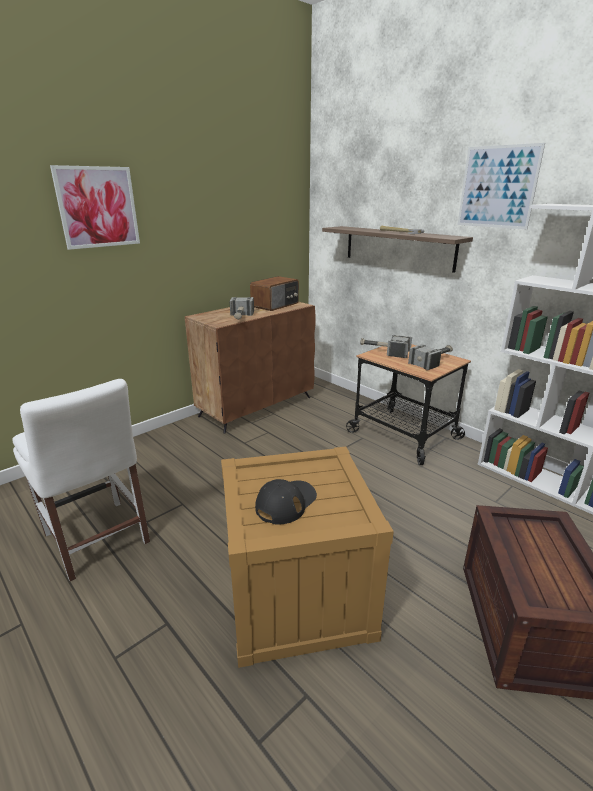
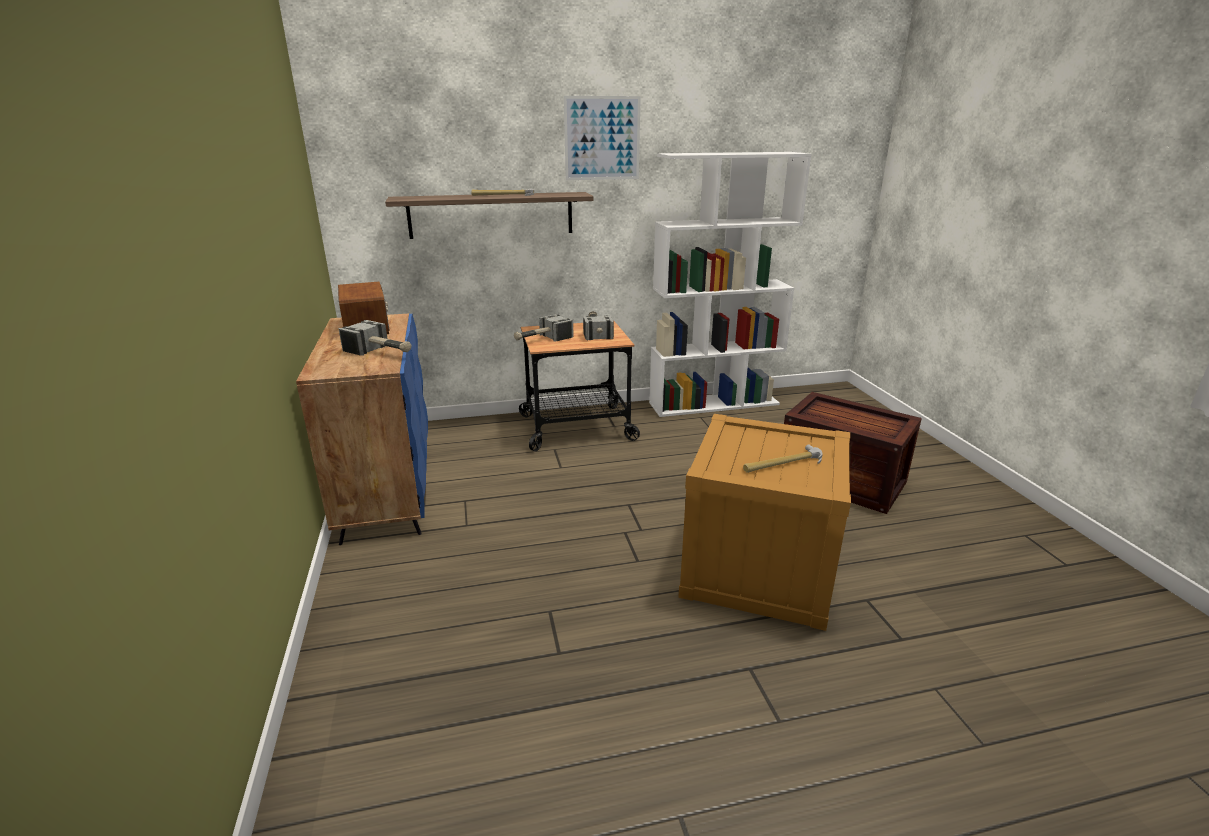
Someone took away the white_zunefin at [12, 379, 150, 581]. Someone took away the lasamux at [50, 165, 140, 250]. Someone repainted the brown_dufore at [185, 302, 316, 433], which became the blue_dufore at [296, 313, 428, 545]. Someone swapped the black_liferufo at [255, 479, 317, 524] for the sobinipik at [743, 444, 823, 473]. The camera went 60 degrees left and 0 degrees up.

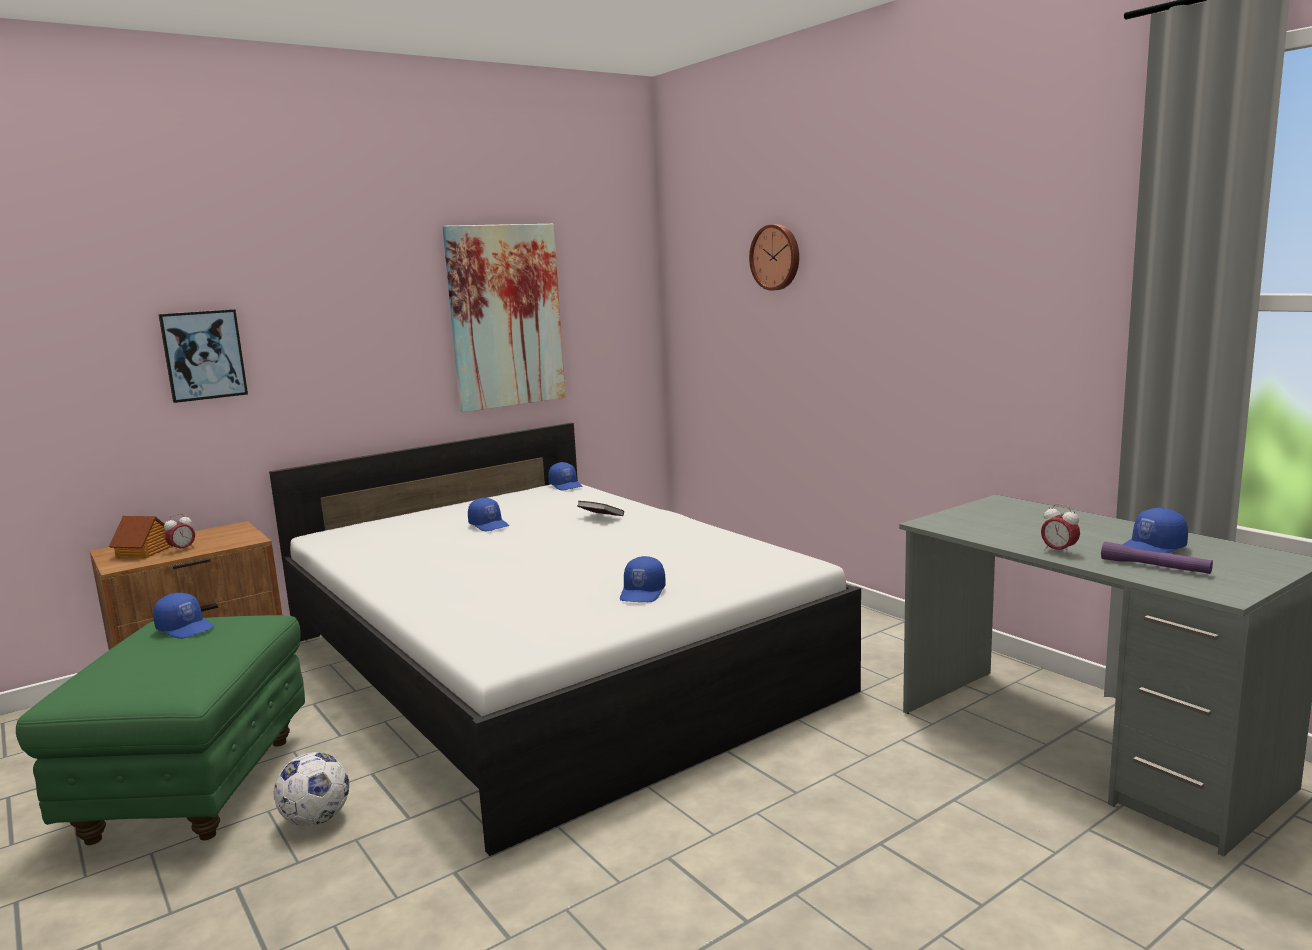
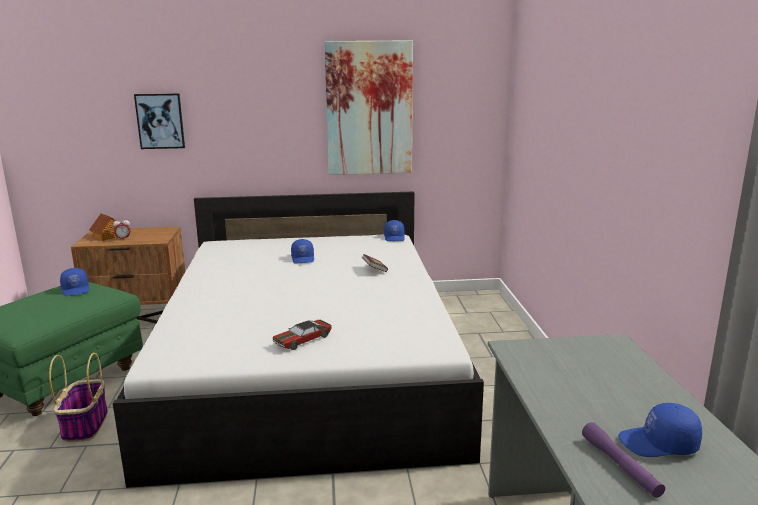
Someone swapped the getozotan at [274, 752, 349, 827] for the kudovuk at [49, 353, 108, 442]. Someone swapped the blue_liferufo at [620, 556, 666, 602] for the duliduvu at [273, 320, 332, 350]. Someone took away the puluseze at [749, 224, 799, 291]. Someone took away the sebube at [1041, 504, 1080, 556]. The camera went 30 degrees right and 5 degrees up.

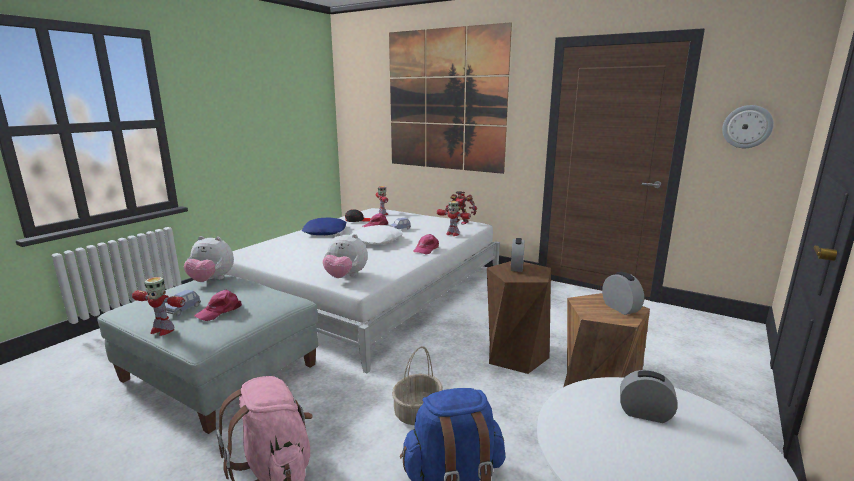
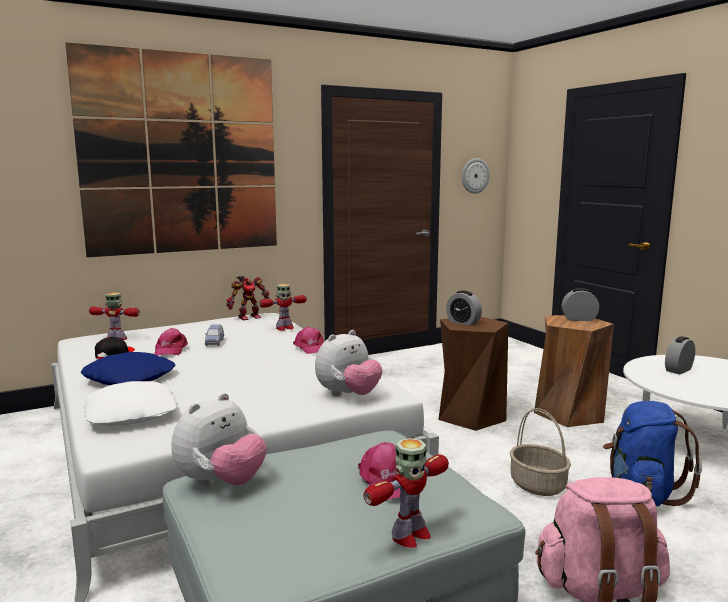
Someone took away the blue_duliduvu at [166, 290, 201, 316]. Someone carried the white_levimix from [350, 225, 403, 245] to [84, 381, 176, 426]. The camera went 60 degrees left and 5 degrees down.

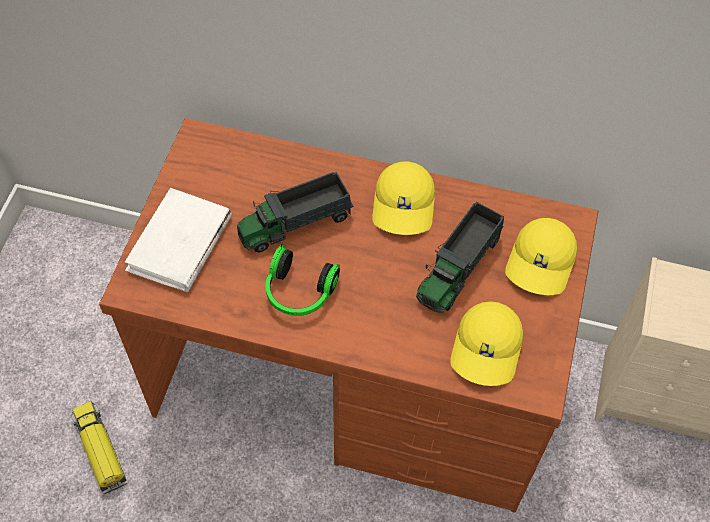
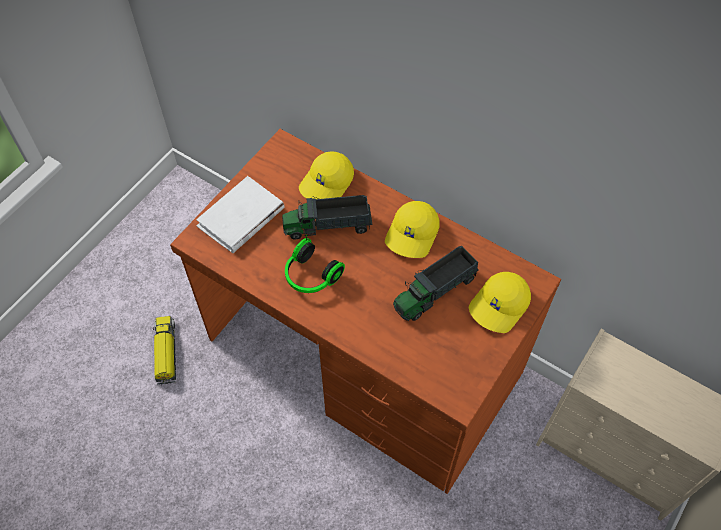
Someone carried the yellow_liferufo from [450, 301, 523, 386] to [299, 151, 354, 199]. The camera went 20 degrees right and 0 degrees up.

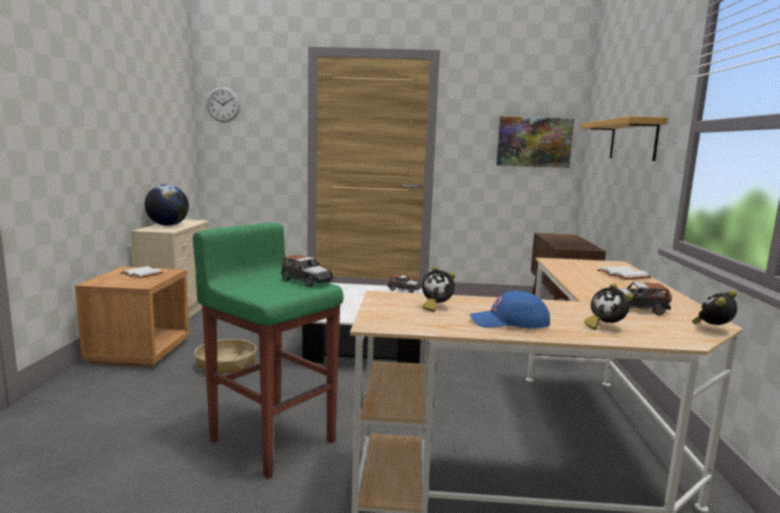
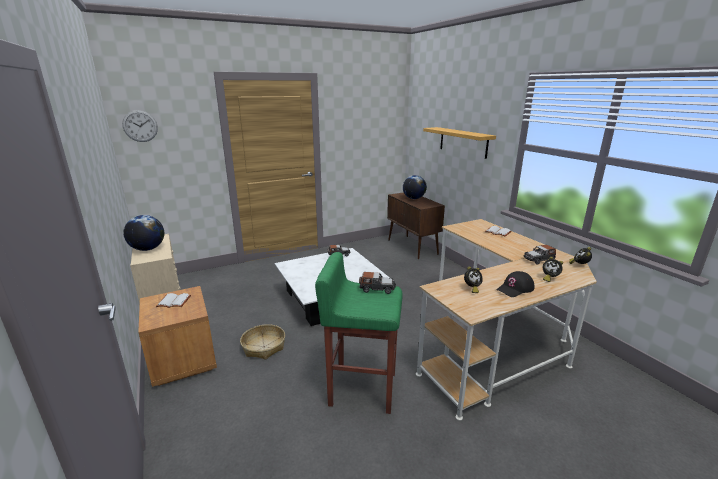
Someone repainted the blue_liferufo at [469, 291, 550, 329], which became the black_liferufo at [497, 271, 534, 297]. Someone took away the lasamux at [496, 116, 574, 168]. Someone put down the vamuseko at [403, 175, 427, 199]. The camera went 30 degrees left and 10 degrees up.

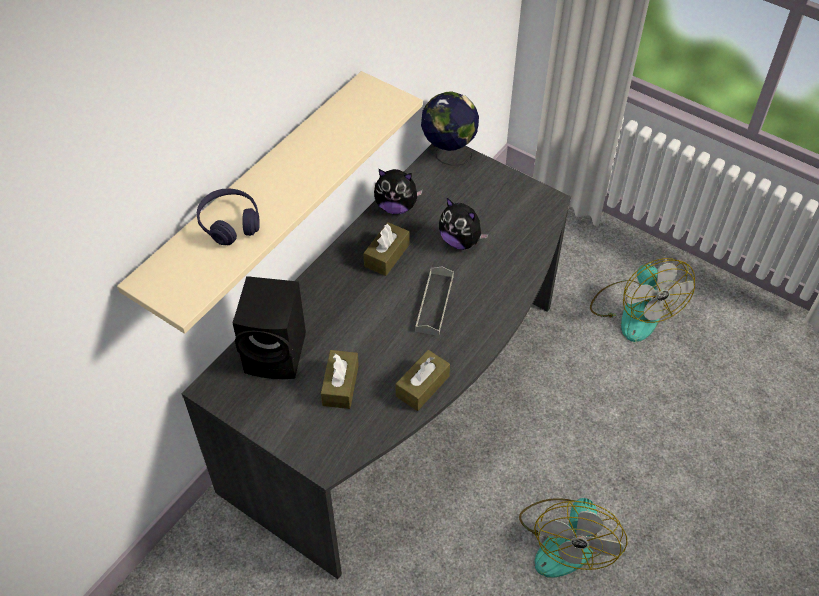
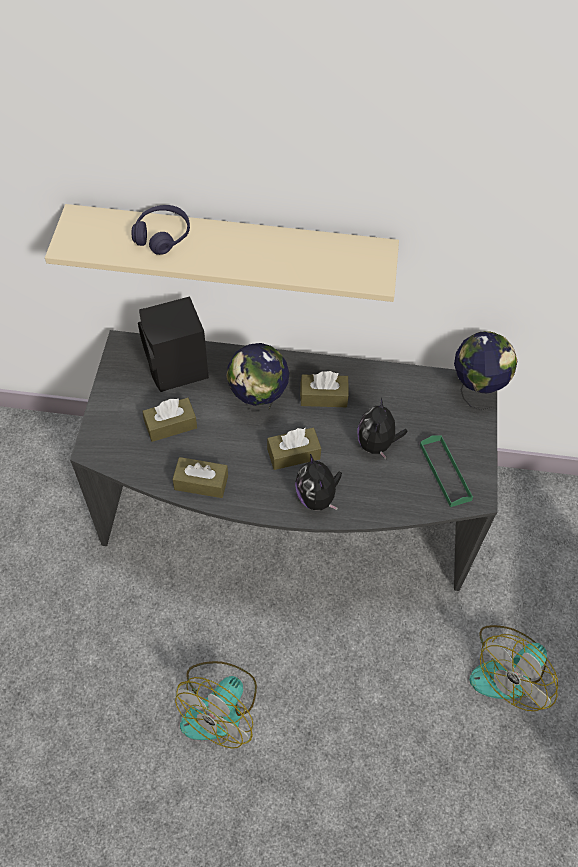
Someone carried the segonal from [374, 169, 423, 214] to [295, 454, 342, 510]. Someone swapped the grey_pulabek at [415, 266, 454, 336] for the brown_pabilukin at [267, 428, 321, 470]. Someone rotated the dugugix at [519, 498, 627, 578] by 45 degrees counterclockwise. Someone put down the vamuseko at [227, 343, 289, 412]. Someone put down the green_pulabek at [420, 435, 473, 507]. The camera went 60 degrees right and 5 degrees up.

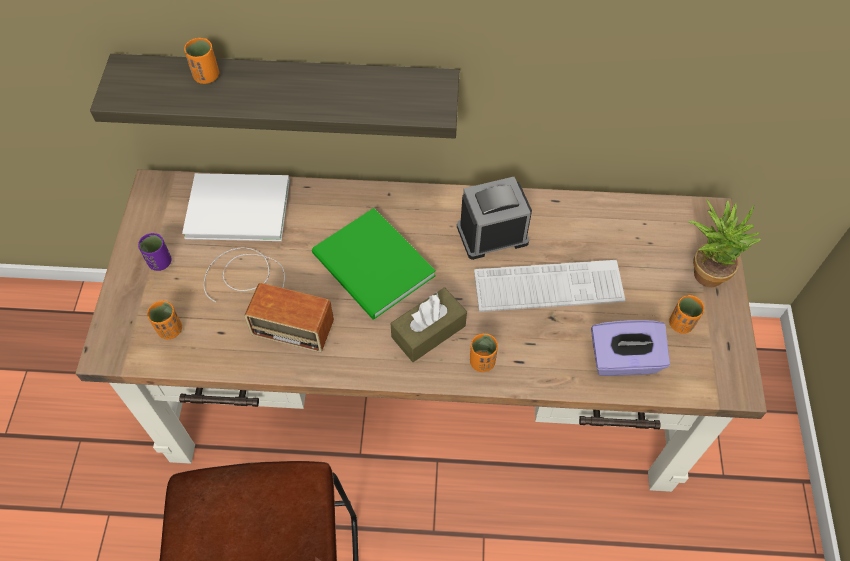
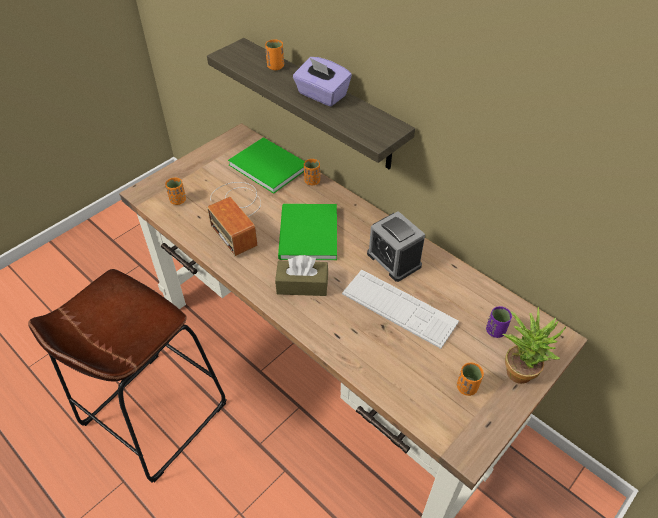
Someone carried the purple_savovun from [138, 233, 171, 271] to [486, 306, 512, 338]. Someone repainted the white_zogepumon at [182, 173, 290, 241], which became the green_zogepumon at [228, 137, 305, 194]. Someone rotated the sebube at [457, 177, 532, 260] by 150 degrees counterclockwise. Someone carried the orange_savovun from [470, 333, 498, 372] to [304, 159, 320, 185]. Someone carried the purple_pabilukin from [591, 320, 670, 376] to [293, 57, 352, 106]. The camera went 40 degrees right and 10 degrees down.

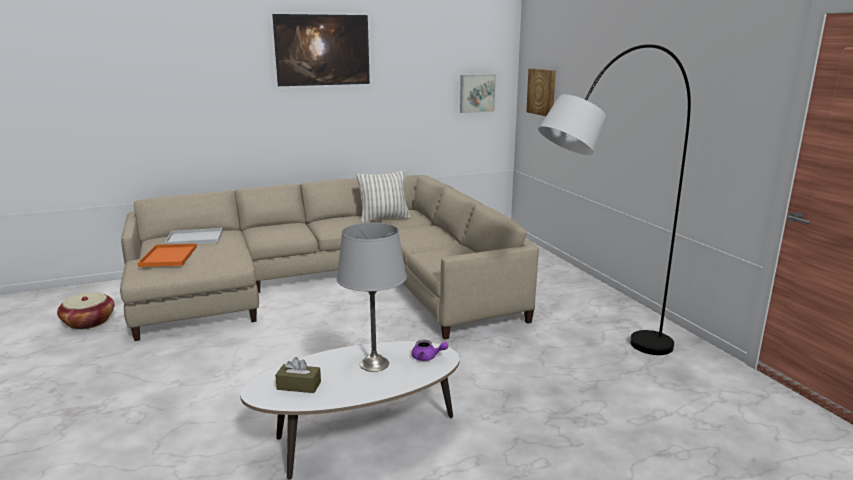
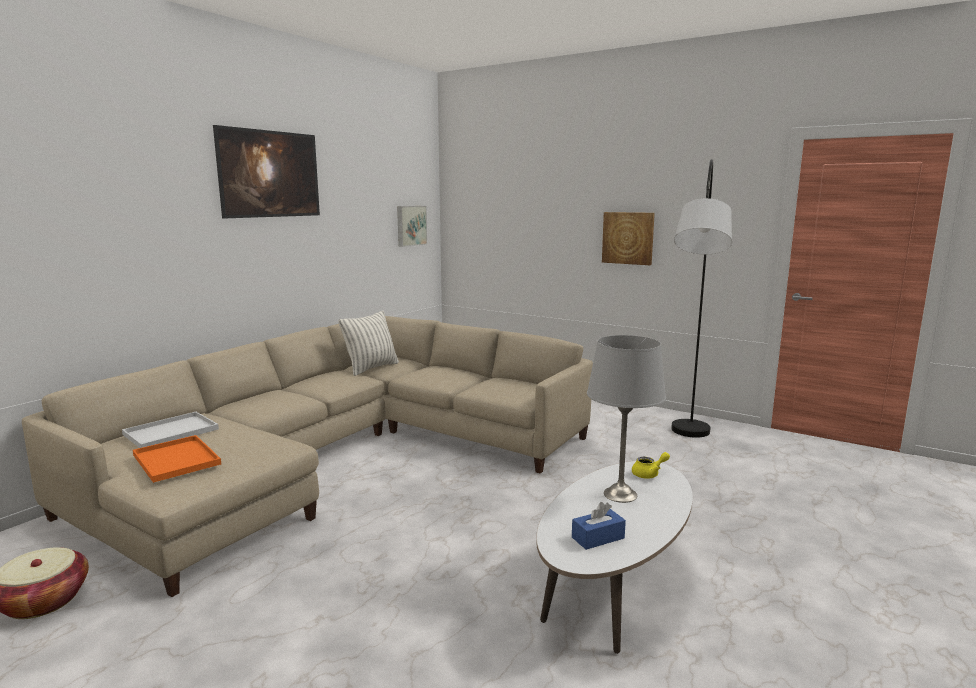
Someone repainted the brown_pabilukin at [275, 357, 321, 393], which became the blue_pabilukin at [572, 502, 626, 550]. Someone repainted the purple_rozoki at [412, 340, 448, 361], which became the yellow_rozoki at [632, 452, 670, 479]. Someone carried the lasamux from [526, 68, 556, 116] to [602, 212, 655, 265]. The camera went 35 degrees left and 5 degrees down.

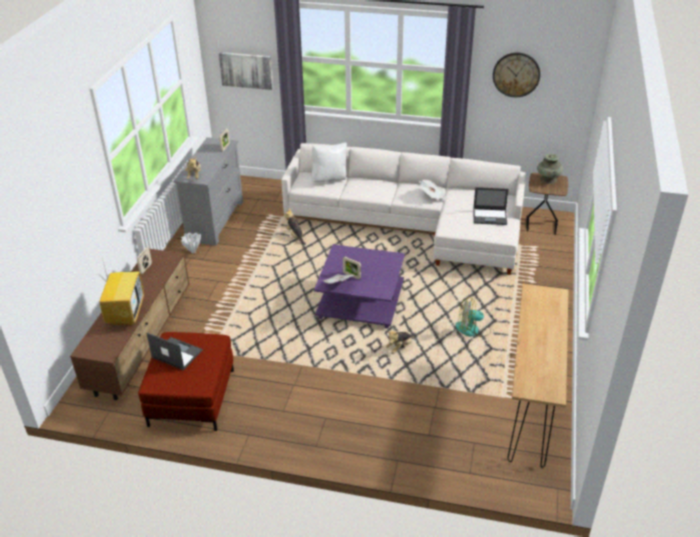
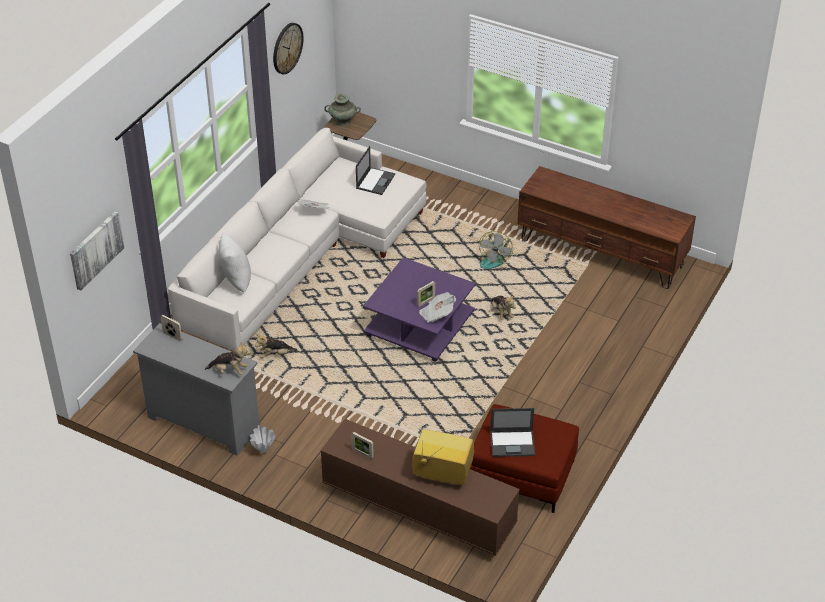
Someone rotated the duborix at [146, 333, 203, 370] by 135 degrees counterclockwise. Someone swapped the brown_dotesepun at [507, 284, 569, 468] for the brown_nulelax at [517, 166, 696, 289]. The camera went 75 degrees left and 5 degrees up.

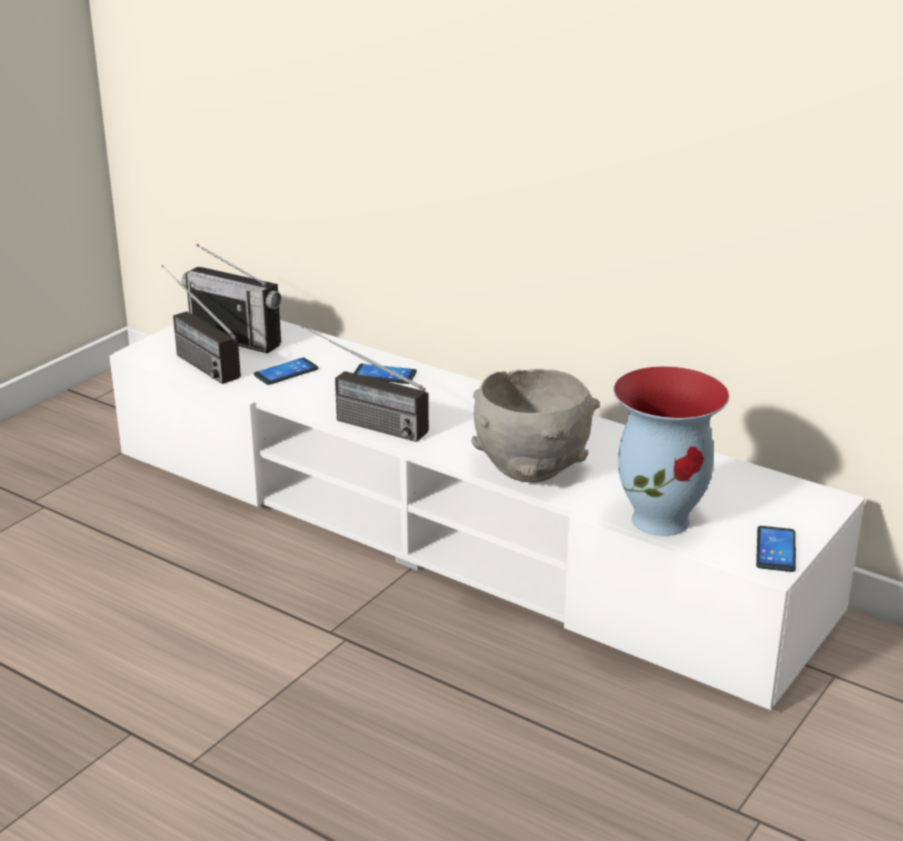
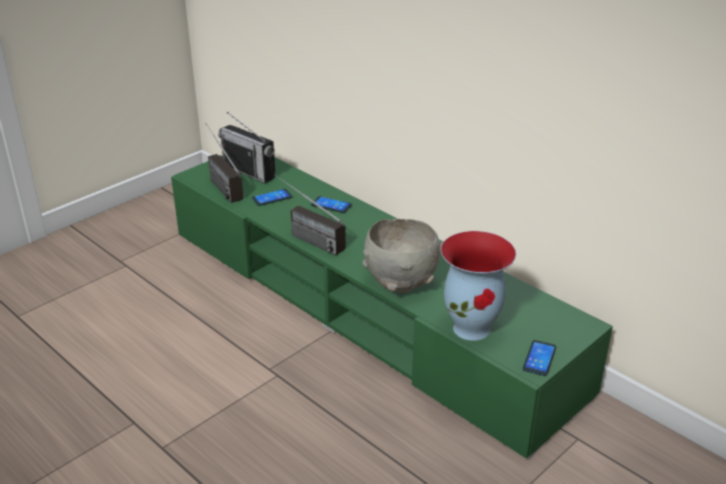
Someone repainted the white_nulelax at [109, 320, 865, 711], which became the green_nulelax at [171, 155, 613, 459]. The camera went 10 degrees right and 5 degrees up.

